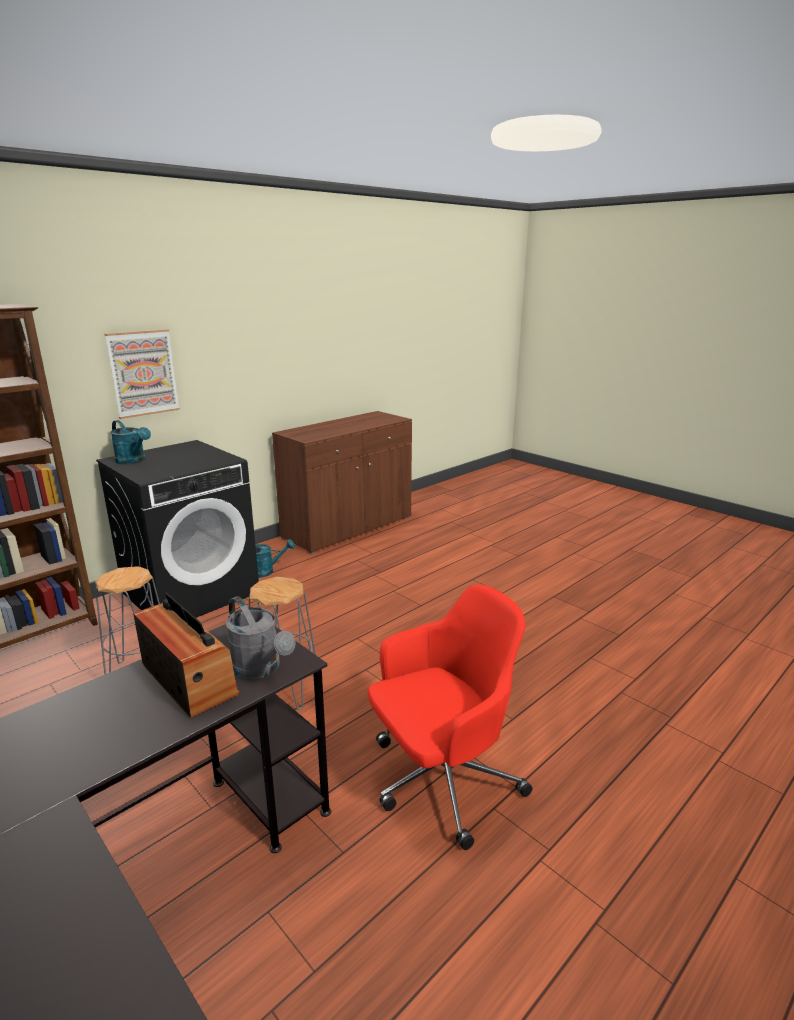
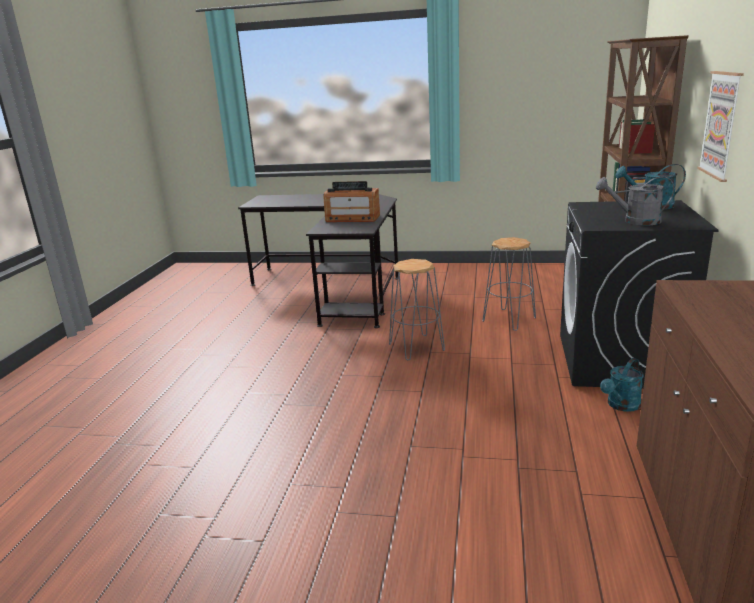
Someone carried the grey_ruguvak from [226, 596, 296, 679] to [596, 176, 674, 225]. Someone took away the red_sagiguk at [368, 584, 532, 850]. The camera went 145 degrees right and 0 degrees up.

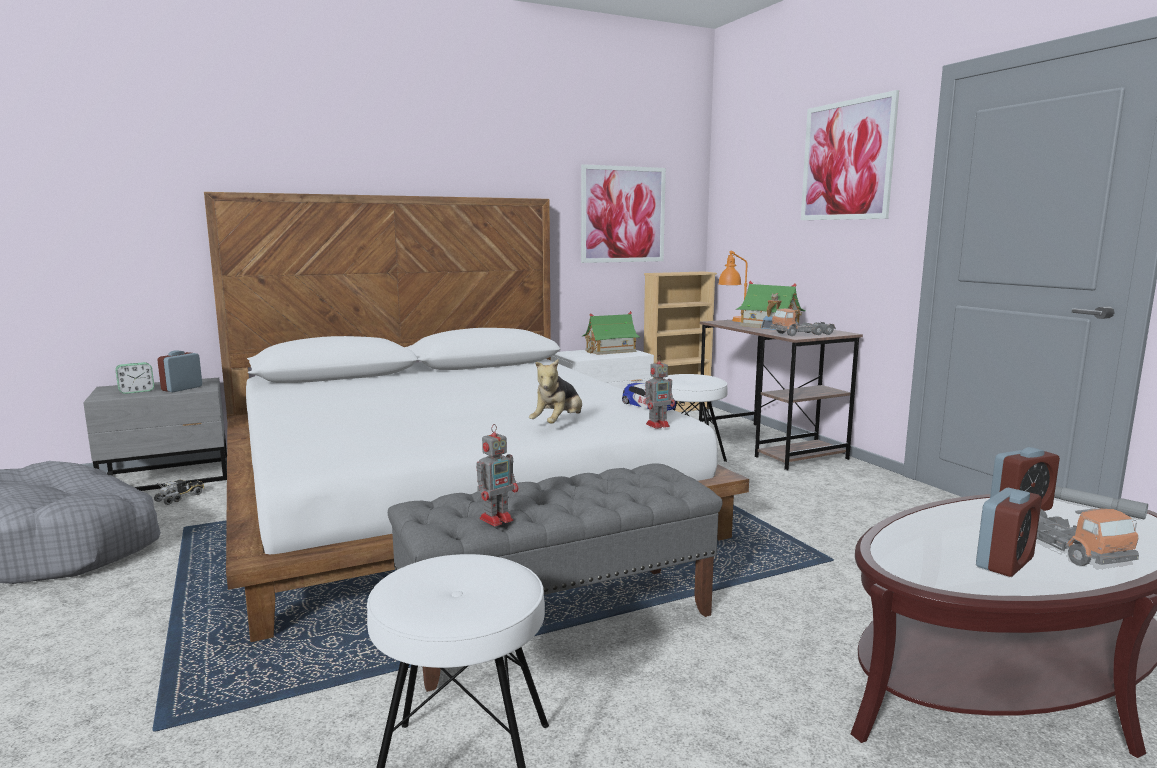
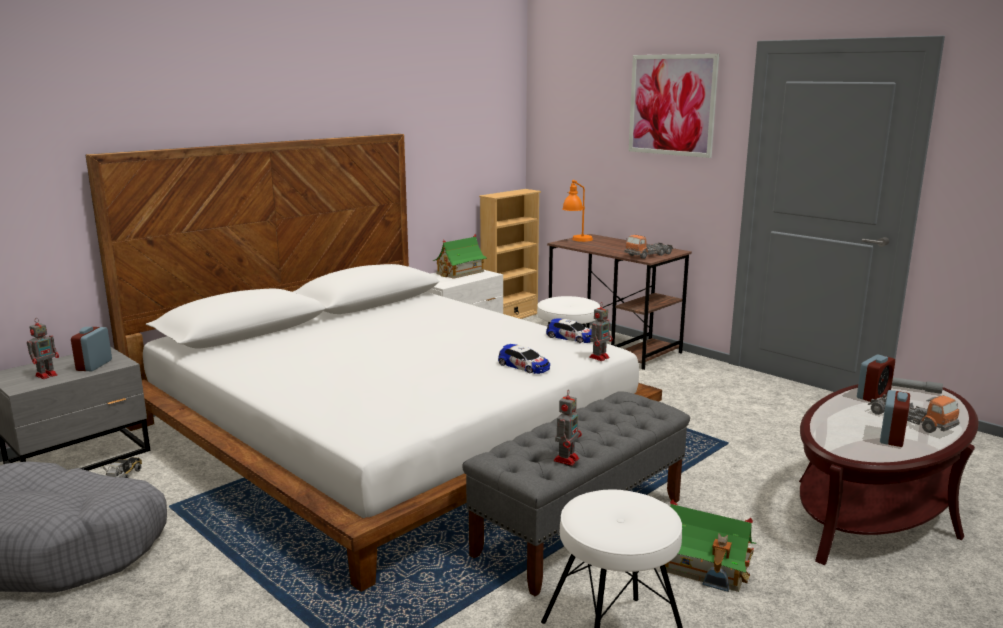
Someone swapped the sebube at [115, 362, 154, 394] for the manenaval at [27, 318, 59, 379]. Someone swapped the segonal at [529, 359, 582, 424] for the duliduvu at [498, 344, 550, 374]. Someone took away the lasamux at [581, 164, 666, 263]. Someone carried the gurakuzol from [736, 280, 805, 330] to [665, 499, 757, 592]. The camera went 20 degrees left and 5 degrees up.

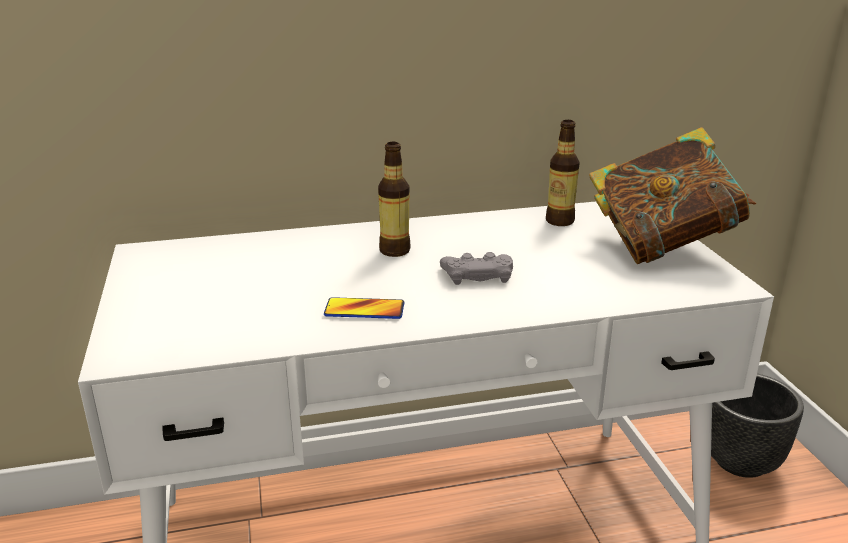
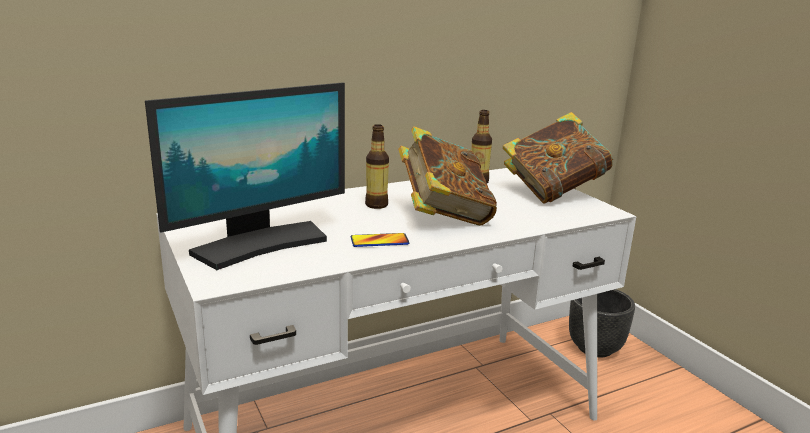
Someone swapped the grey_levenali at [440, 252, 513, 285] for the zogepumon at [398, 126, 497, 226]. Someone put down the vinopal at [145, 82, 345, 270]. The camera went 15 degrees left and 5 degrees down.

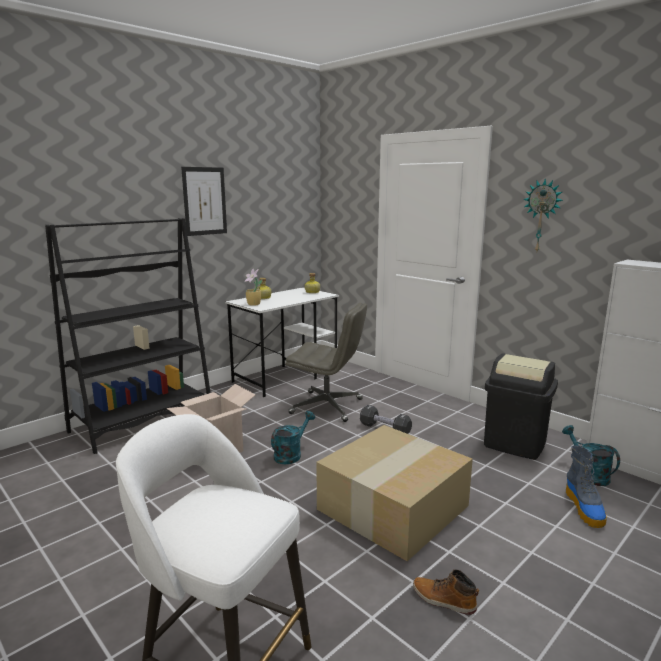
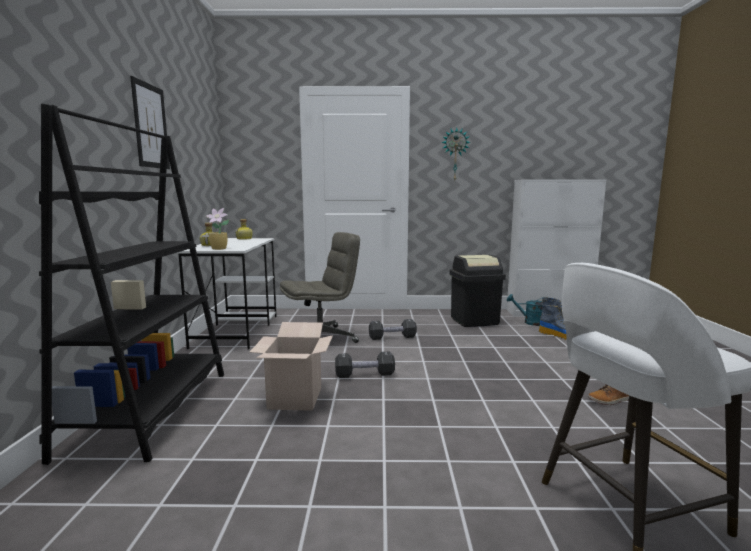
Someone swapped the turquoise_ruguvak at [271, 411, 315, 464] for the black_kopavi at [335, 351, 395, 378]. Someone took away the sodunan at [316, 425, 473, 561]. The camera went 45 degrees left and 5 degrees down.

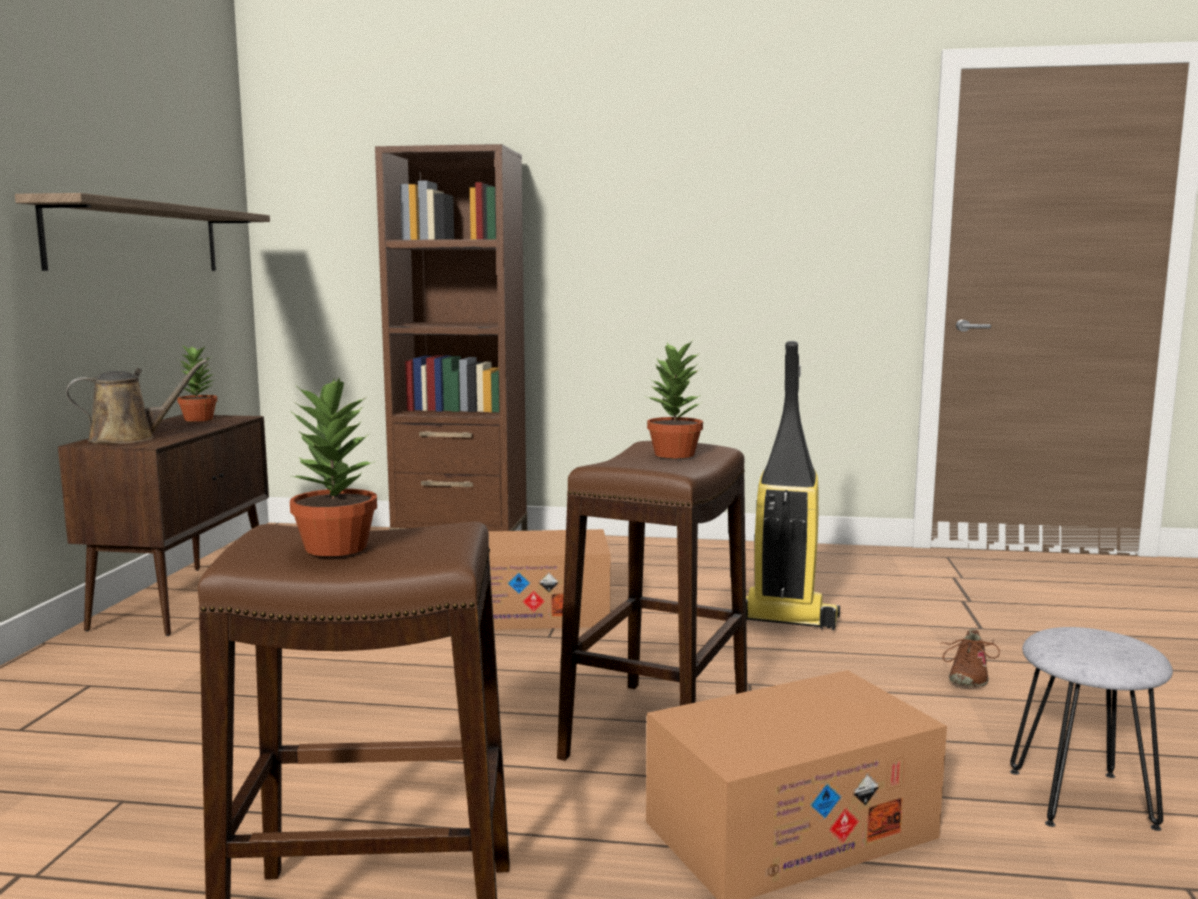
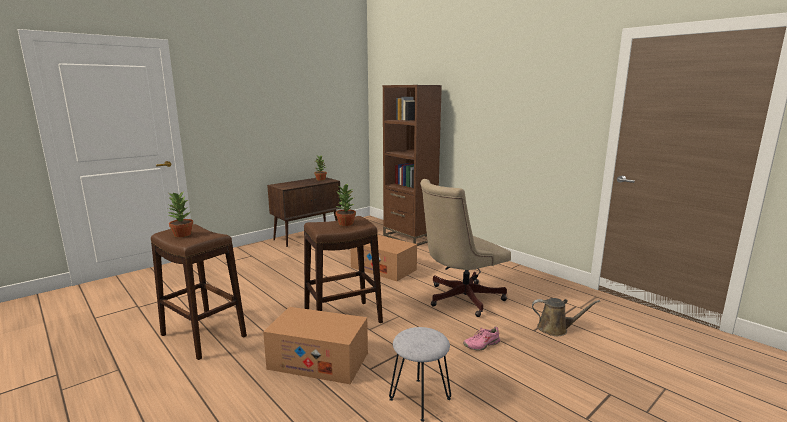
Someone took away the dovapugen at [15, 193, 270, 271]. Someone carried the brown_ruguvak from [66, 359, 208, 444] to [532, 298, 600, 336]. Someone swapped the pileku at [746, 341, 840, 630] for the beige_sagiguk at [420, 179, 511, 317]. Someone repainted the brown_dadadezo at [940, 629, 1000, 687], which became the pink_dadadezo at [463, 326, 500, 350]. The camera went 40 degrees right and 5 degrees up.

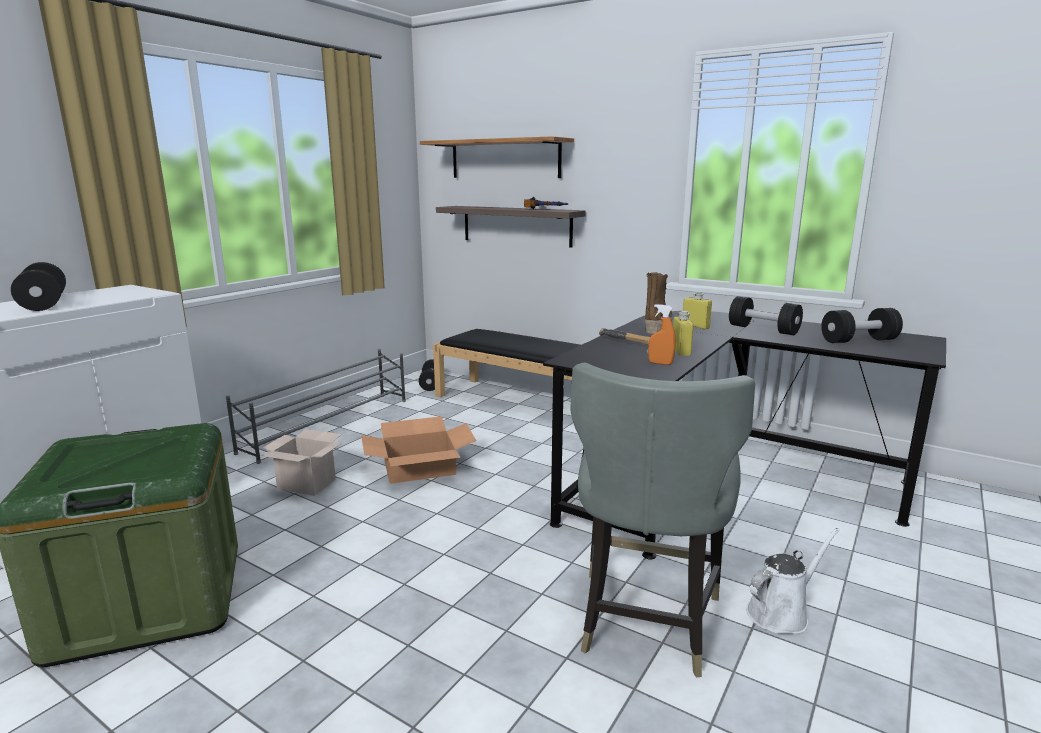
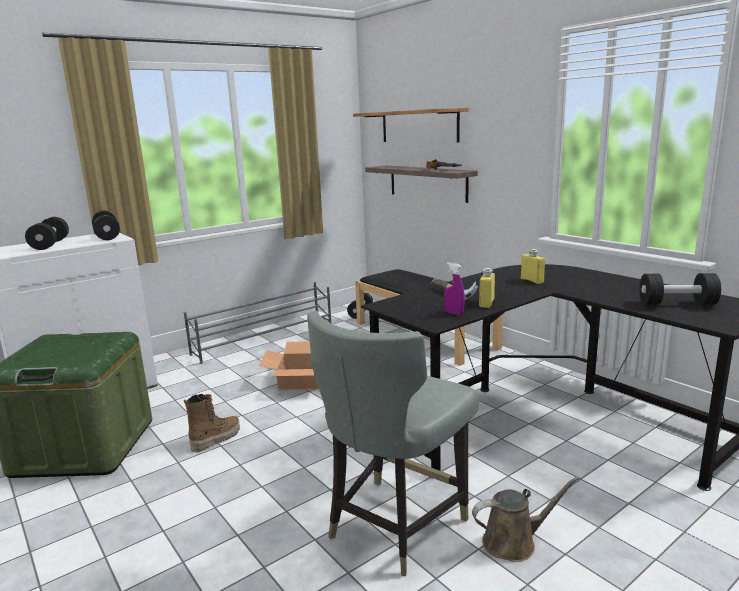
Someone took away the sodunan at [260, 429, 342, 496]. Someone carried the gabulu from [645, 272, 672, 334] to [184, 394, 240, 452]. Someone repainted the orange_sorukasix at [648, 304, 676, 365], which became the purple_sorukasix at [444, 262, 465, 315]. Someone carried the black_kopavi from [729, 296, 803, 335] to [92, 211, 120, 240]. Someone repainted the white_ruguvak at [746, 528, 840, 634], which became the brown_ruguvak at [472, 476, 580, 562]. The camera went 20 degrees right and 0 degrees up.

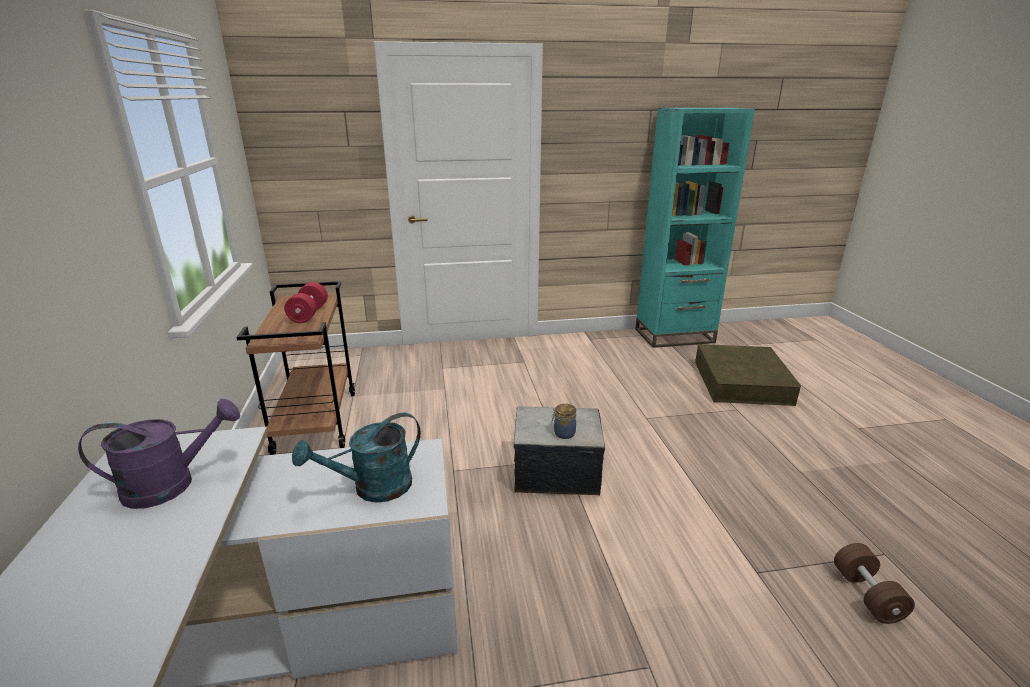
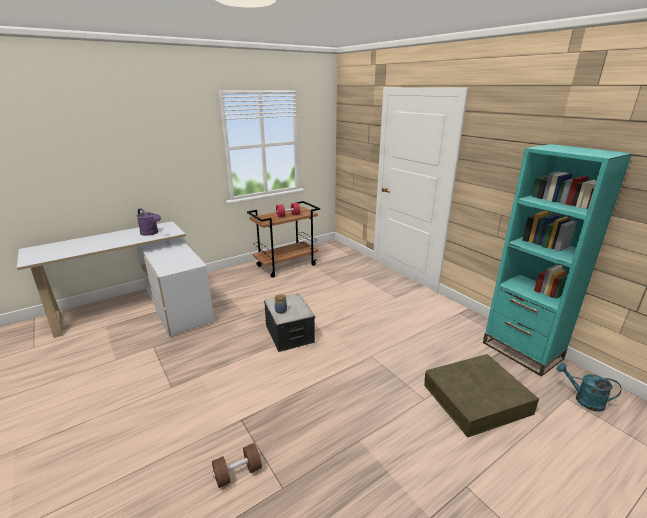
Someone carried the turquoise_ruguvak from [292, 413, 421, 503] to [557, 363, 621, 412]. The camera went 65 degrees right and 0 degrees up.

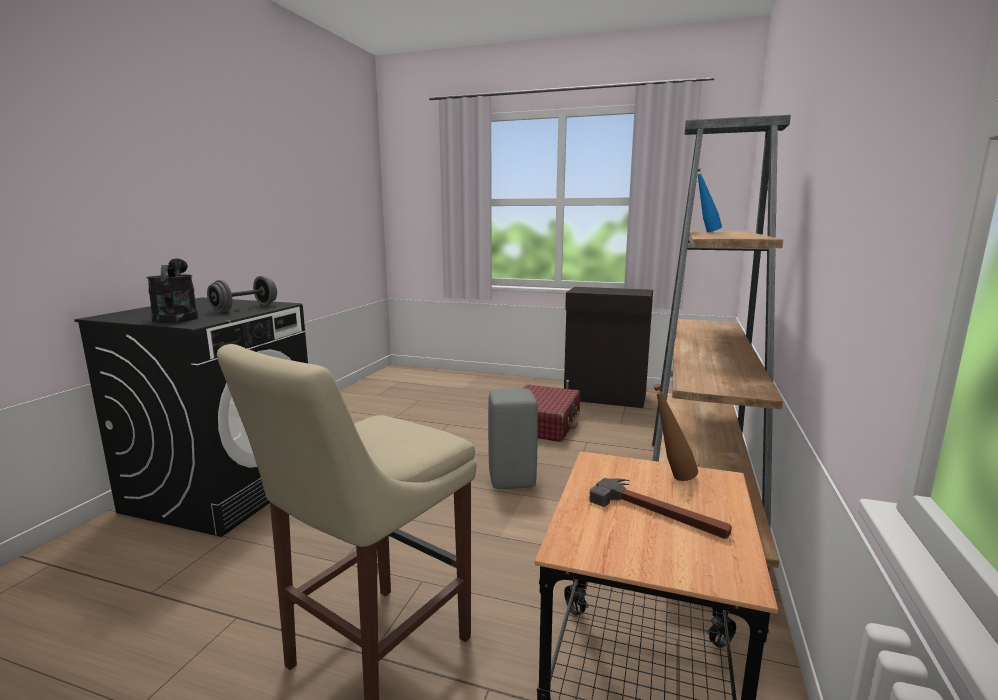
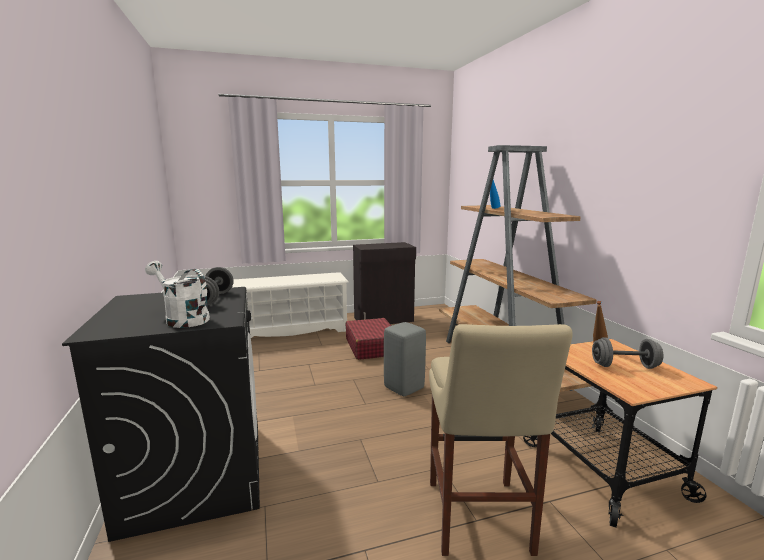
Someone repainted the black_ruguvak at [146, 259, 198, 323], which became the white_ruguvak at [145, 261, 210, 328]. Someone swapped the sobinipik at [589, 478, 732, 539] for the grey_kopavi at [592, 337, 663, 369]. Someone put down the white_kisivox at [232, 272, 349, 338]. The camera went 35 degrees left and 0 degrees up.

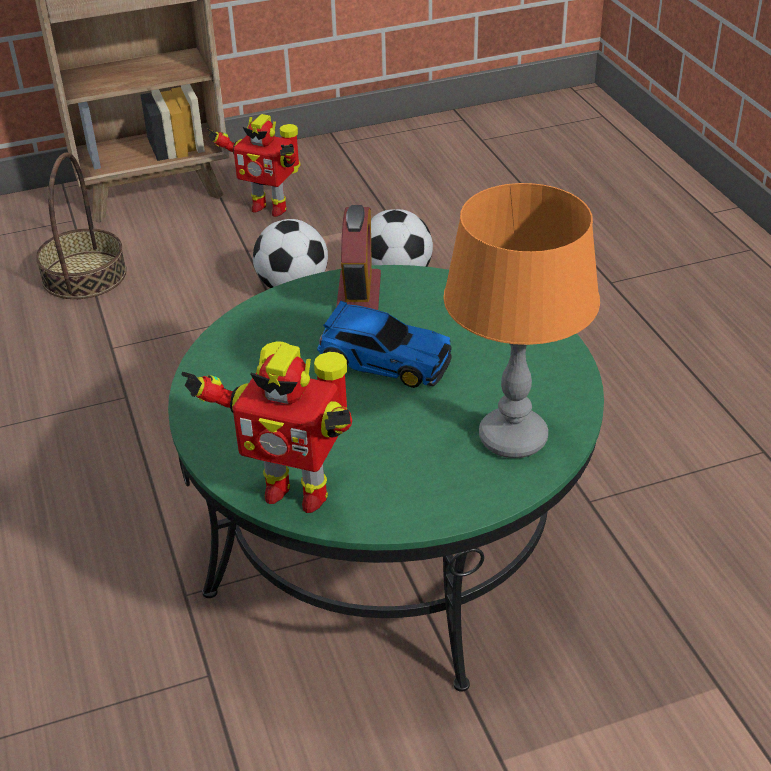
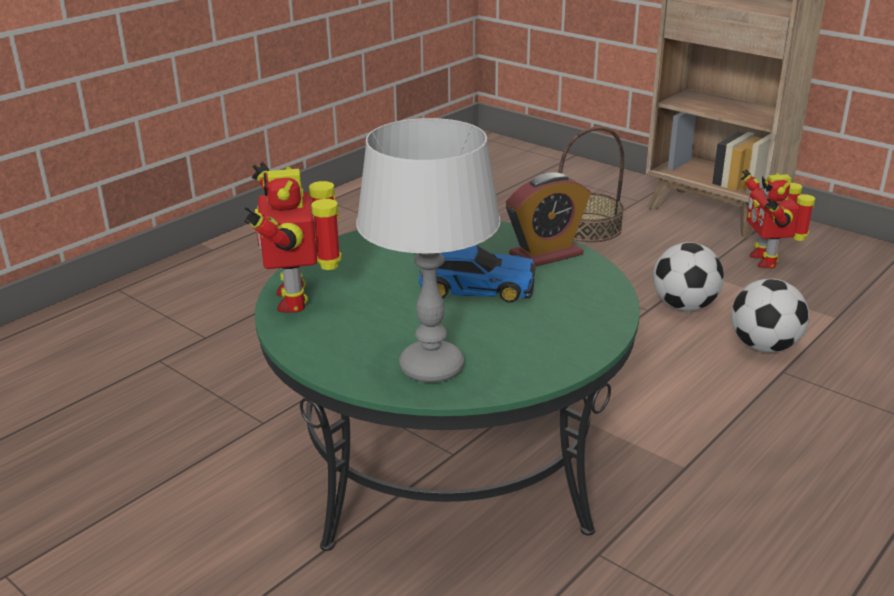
Someone rotated the duliduvu at [317, 300, 452, 388] by 75 degrees counterclockwise. Someone repainted the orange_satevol at [443, 183, 600, 458], which became the grey_satevol at [356, 118, 501, 383]. The camera went 60 degrees right and 10 degrees down.

